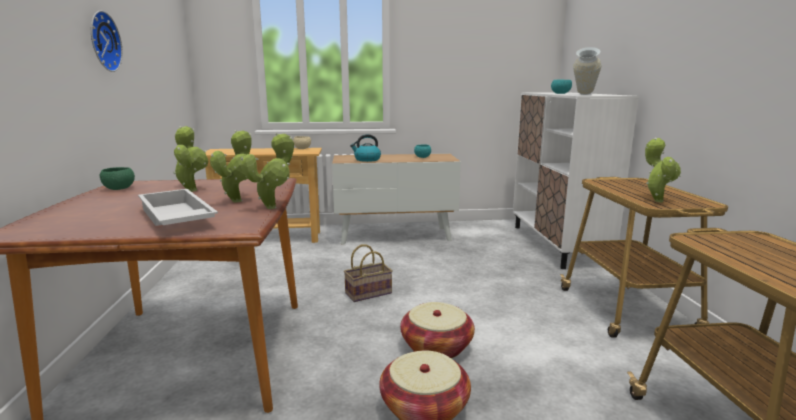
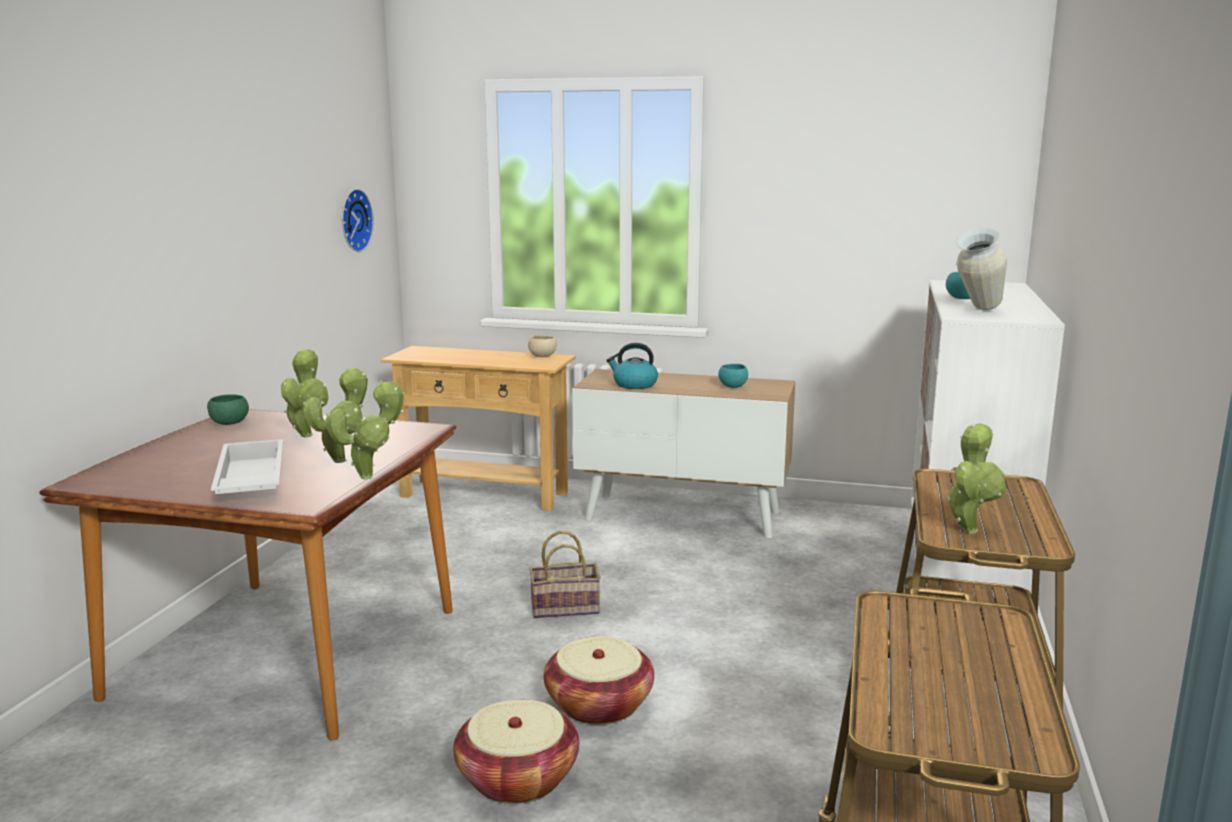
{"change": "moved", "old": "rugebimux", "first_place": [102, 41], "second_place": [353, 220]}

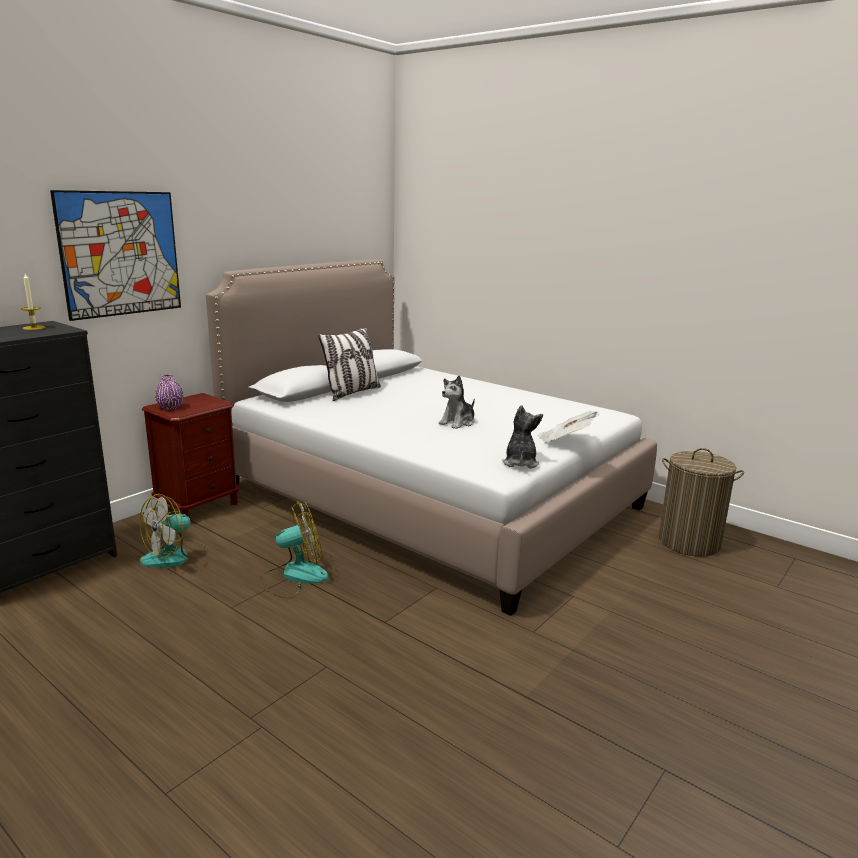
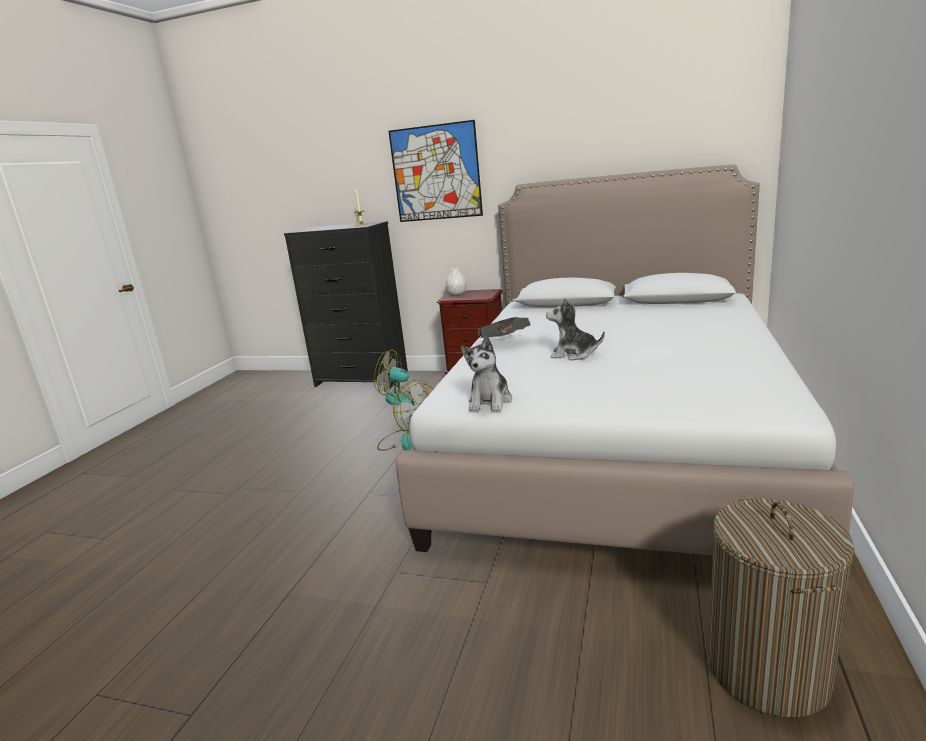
{"change": "removed", "old": "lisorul", "first_place": [352, 393]}
{"change": "recoloured", "old": "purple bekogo", "new": "white bekogo", "first_place": [170, 407], "second_place": [457, 294]}
{"change": "turned", "old": "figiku", "first_place": [520, 462], "second_place": [490, 401], "degrees": 120}
{"change": "moved", "old": "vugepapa", "first_place": [565, 441], "second_place": [504, 343]}

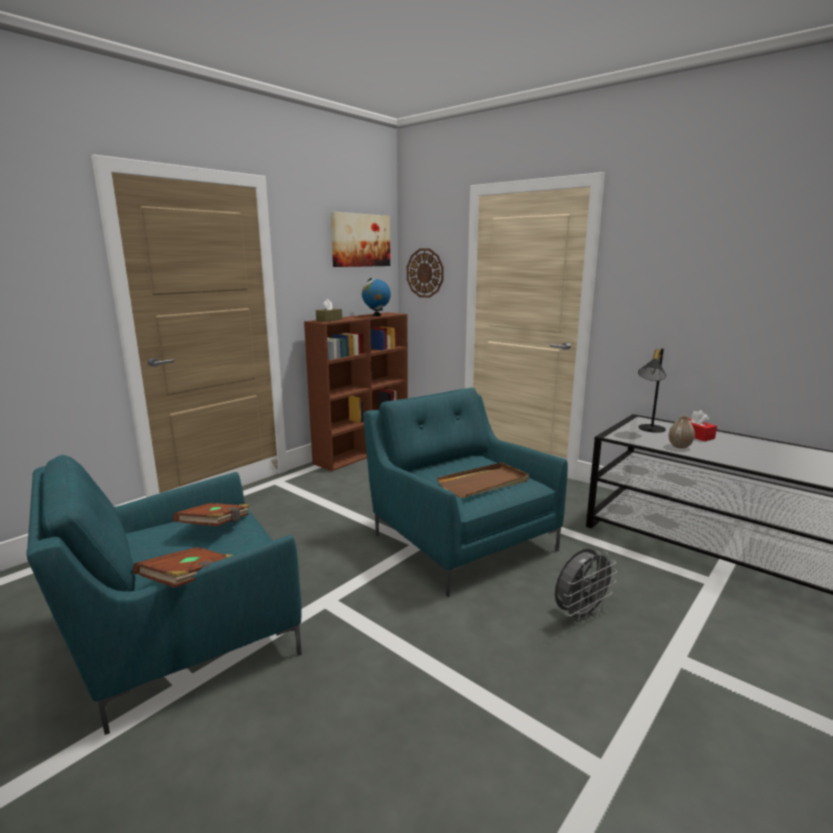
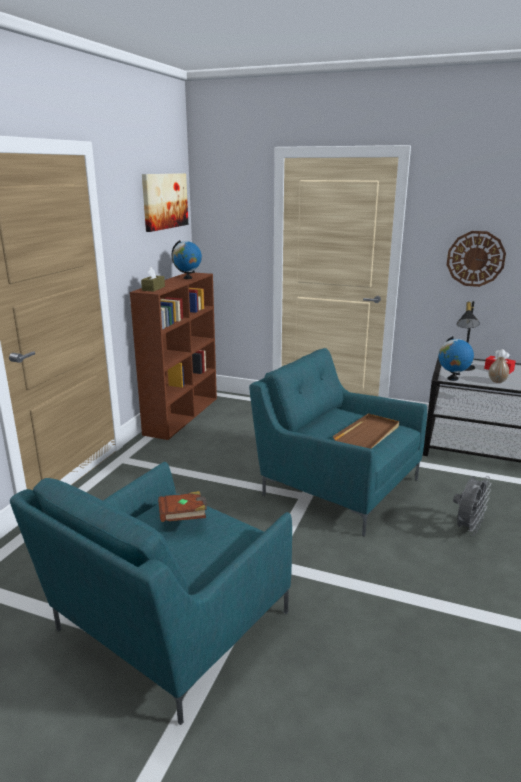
{"change": "moved", "old": "rugebimux", "first_place": [425, 273], "second_place": [475, 258]}
{"change": "removed", "old": "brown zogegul", "first_place": [191, 581]}
{"change": "added", "new": "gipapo", "second_place": [452, 379]}

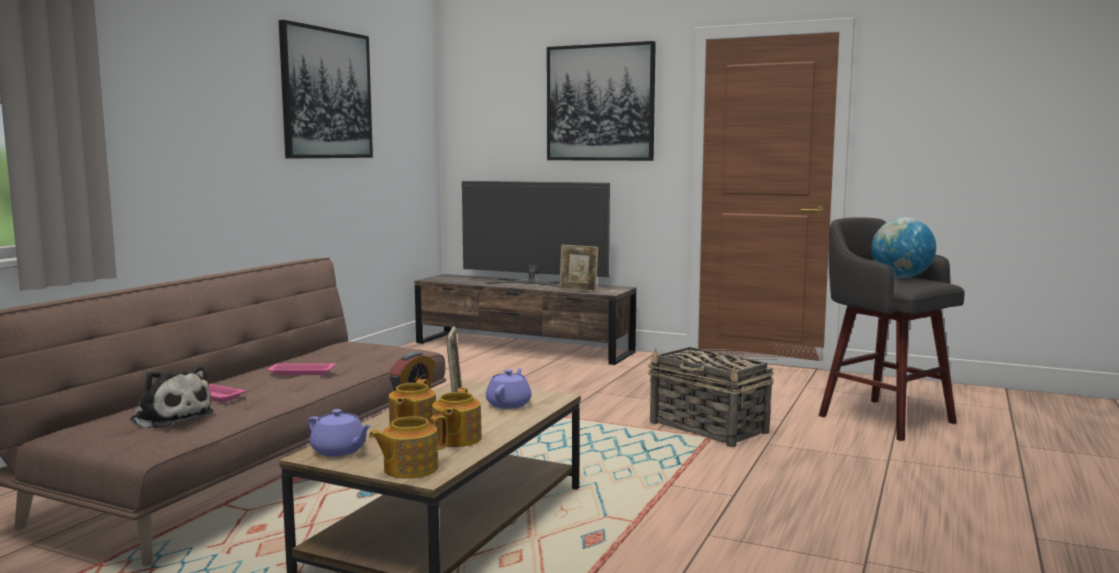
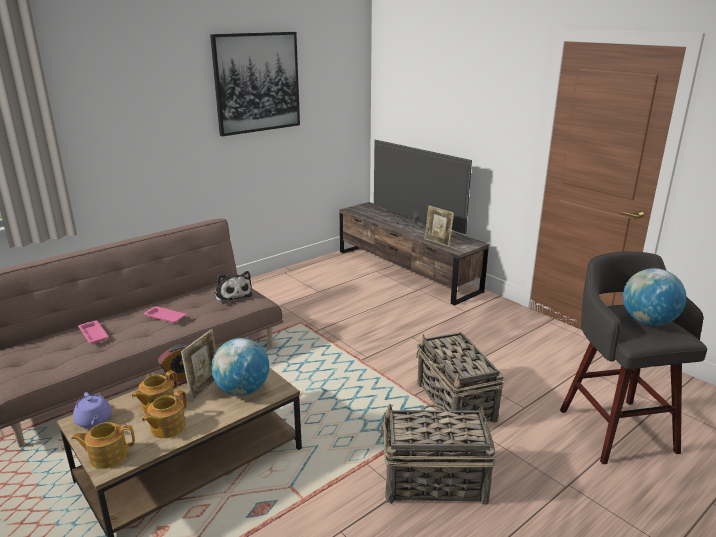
{"change": "removed", "old": "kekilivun", "first_place": [600, 103]}
{"change": "moved", "old": "figiku", "first_place": [170, 417], "second_place": [232, 294]}
{"change": "replaced", "old": "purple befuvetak", "new": "gipapo", "first_place": [509, 404], "second_place": [242, 390]}
{"change": "added", "new": "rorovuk", "second_place": [432, 481]}

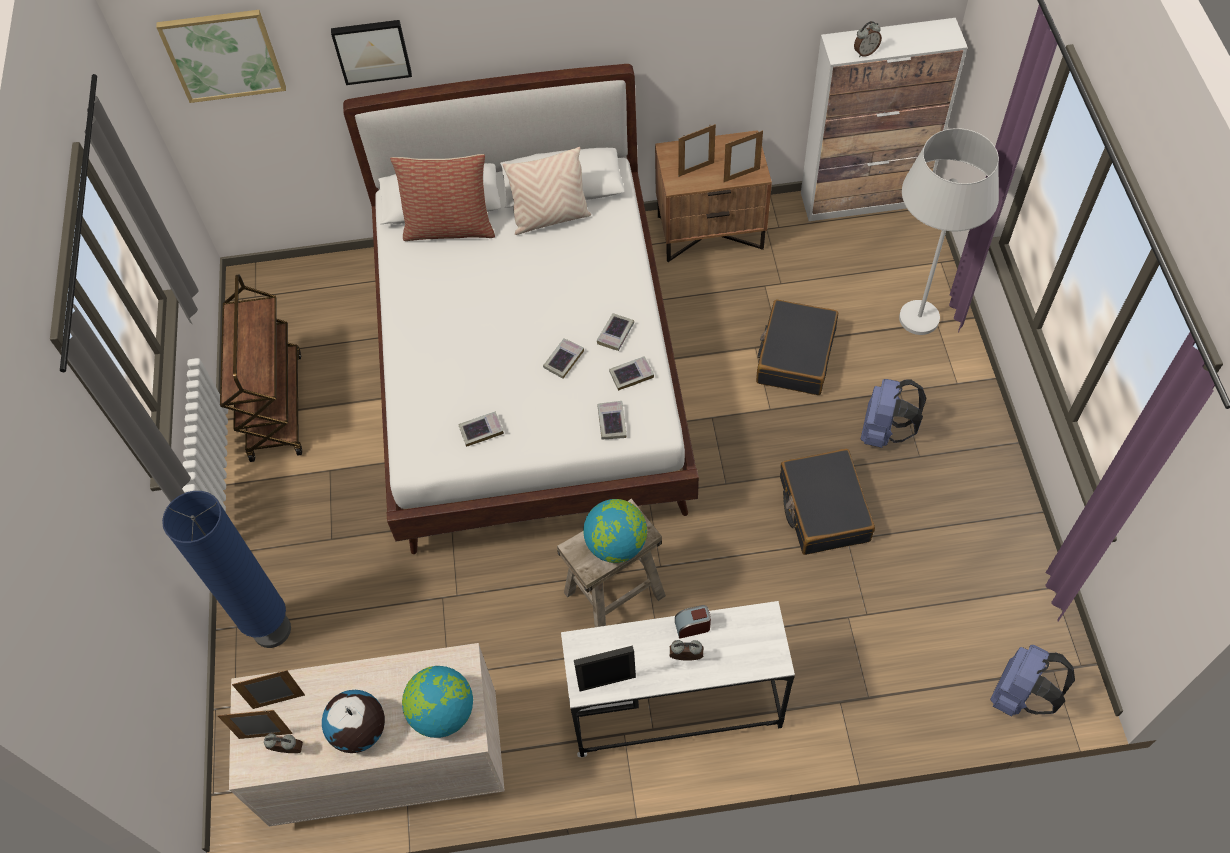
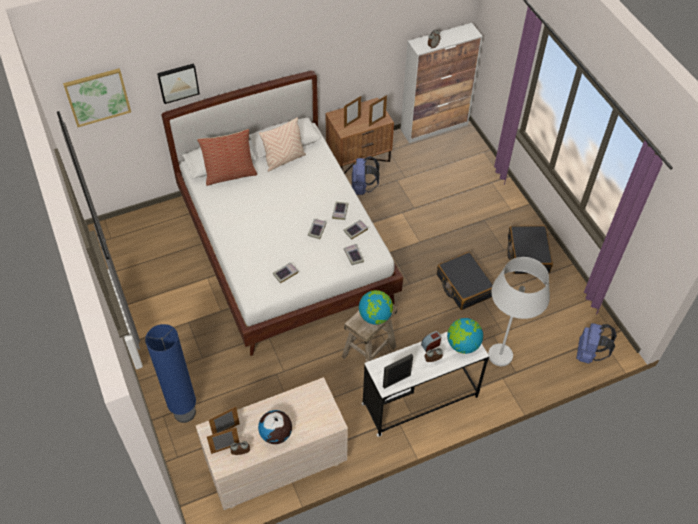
{"change": "moved", "old": "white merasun", "first_place": [911, 335], "second_place": [498, 367]}
{"change": "removed", "old": "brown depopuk", "first_place": [275, 405]}
{"change": "moved", "old": "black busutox", "first_place": [795, 355], "second_place": [527, 255]}
{"change": "moved", "old": "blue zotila", "first_place": [884, 431], "second_place": [362, 188]}
{"change": "moved", "old": "gipapo", "first_place": [442, 712], "second_place": [463, 344]}

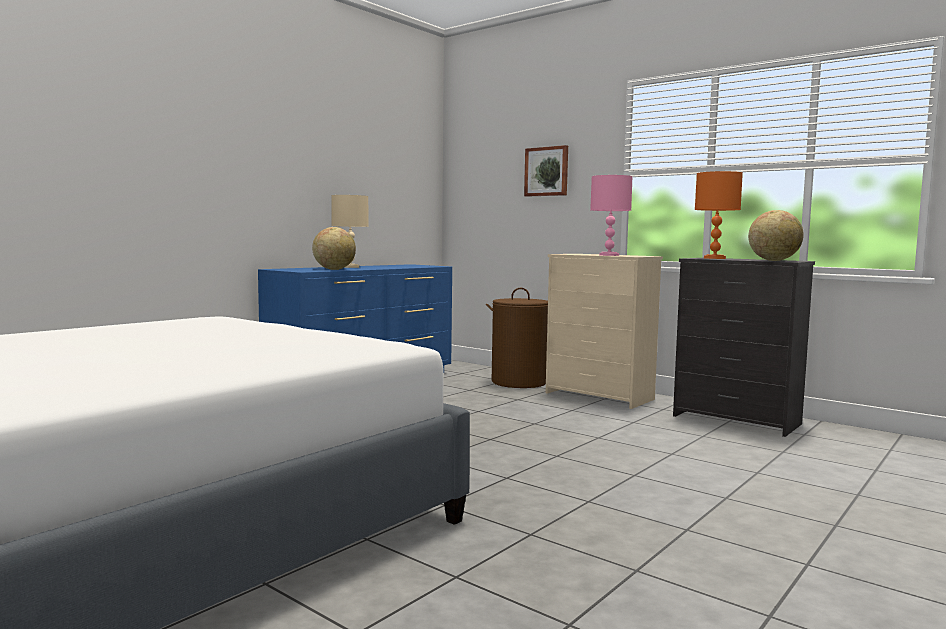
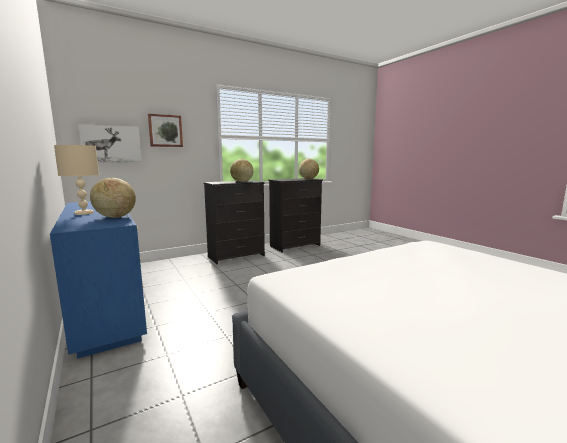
{"change": "removed", "old": "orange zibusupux", "first_place": [714, 258]}
{"change": "replaced", "old": "pink zibusupux", "new": "gipapo", "first_place": [608, 255], "second_place": [242, 182]}
{"change": "recoloured", "old": "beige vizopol", "new": "black vizopol", "first_place": [599, 396], "second_place": [237, 256]}
{"change": "removed", "old": "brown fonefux", "first_place": [519, 382]}
{"change": "added", "new": "kekilivun", "second_place": [111, 144]}

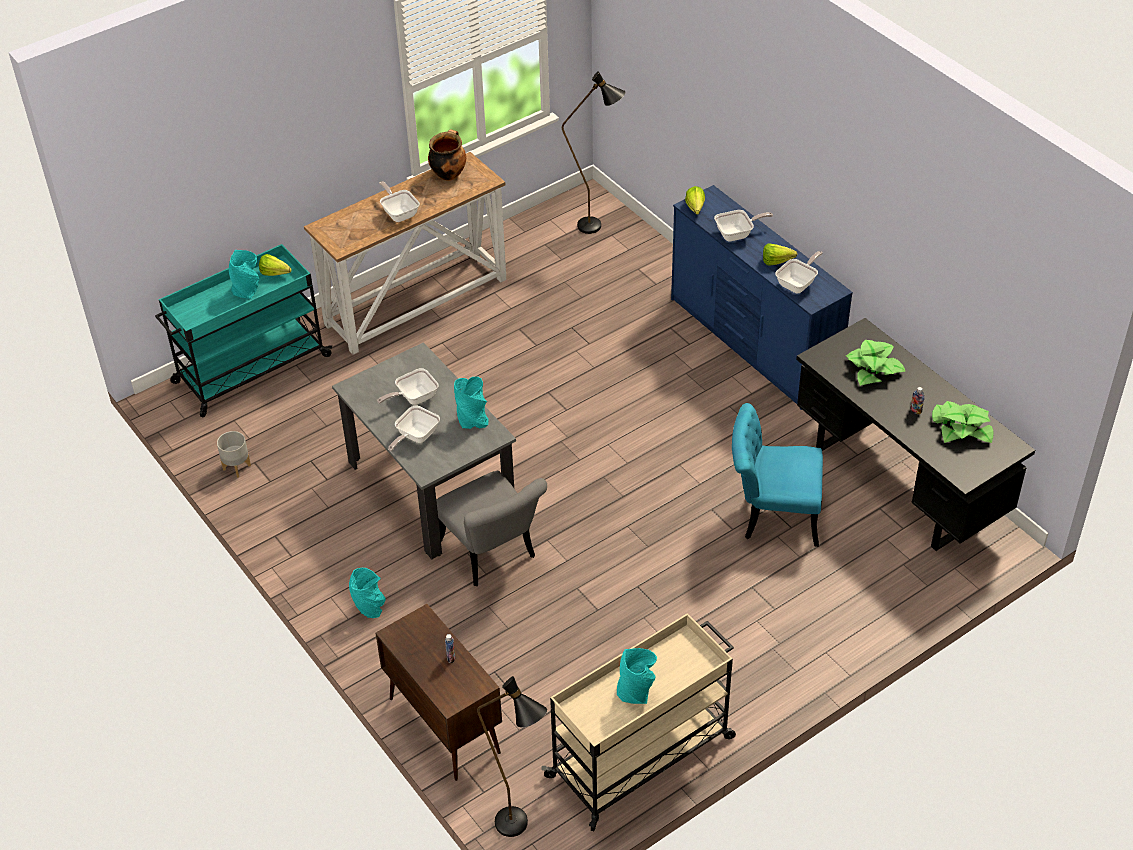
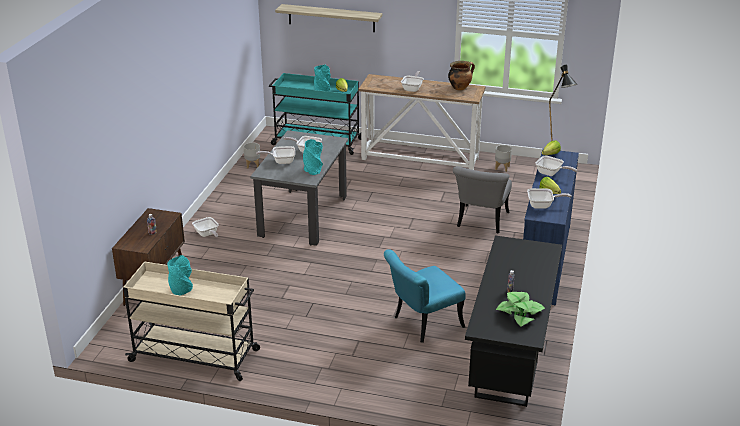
{"change": "removed", "old": "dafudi", "first_place": [874, 368]}
{"change": "turned", "old": "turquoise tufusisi", "first_place": [772, 515], "second_place": [422, 324], "degrees": -90}
{"change": "moved", "old": "grey tufusisi", "first_place": [492, 555], "second_place": [481, 222]}
{"change": "replaced", "old": "turquoise bekogo", "new": "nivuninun", "first_place": [369, 608], "second_place": [207, 234]}
{"change": "removed", "old": "black merasun", "first_place": [520, 829]}
{"change": "added", "new": "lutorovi", "second_place": [331, 18]}
{"change": "added", "new": "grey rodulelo", "second_place": [502, 168]}

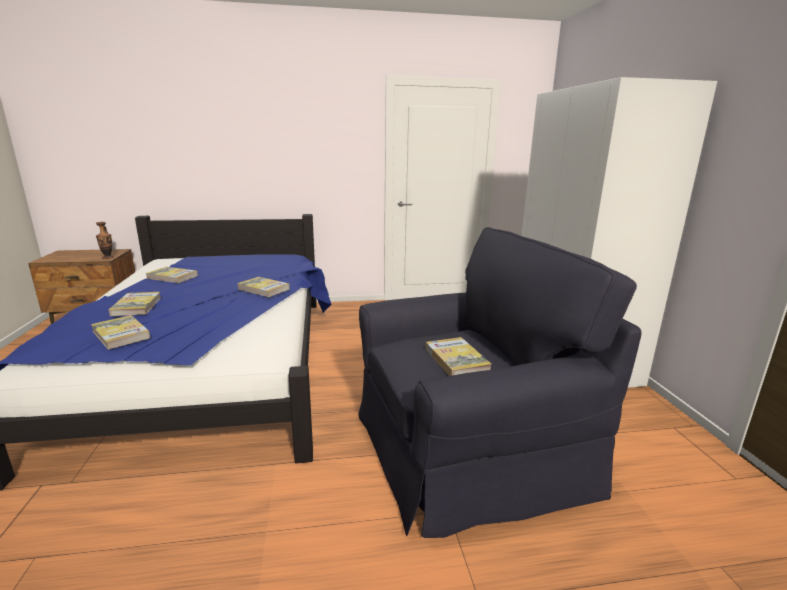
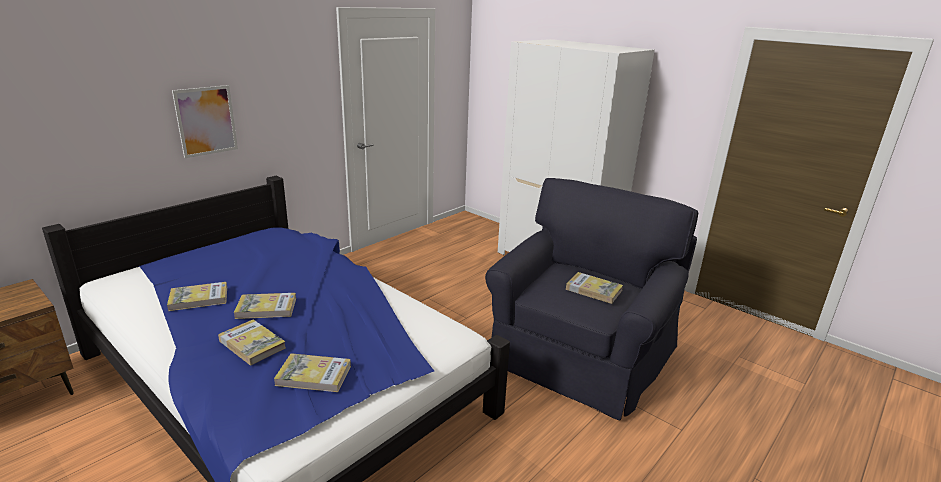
{"change": "removed", "old": "bekogo", "first_place": [108, 257]}
{"change": "moved", "old": "zogegul", "first_place": [263, 289], "second_place": [266, 308]}
{"change": "added", "new": "kekilivun", "second_place": [206, 121]}

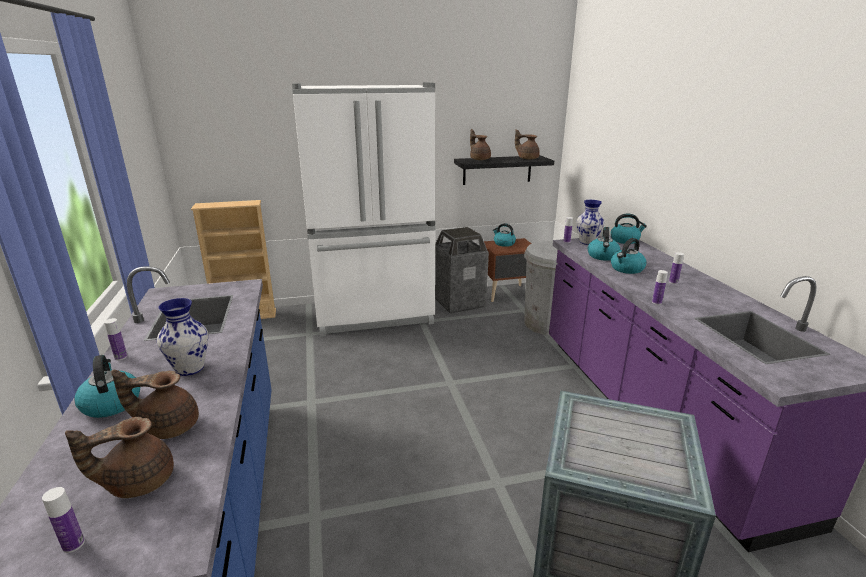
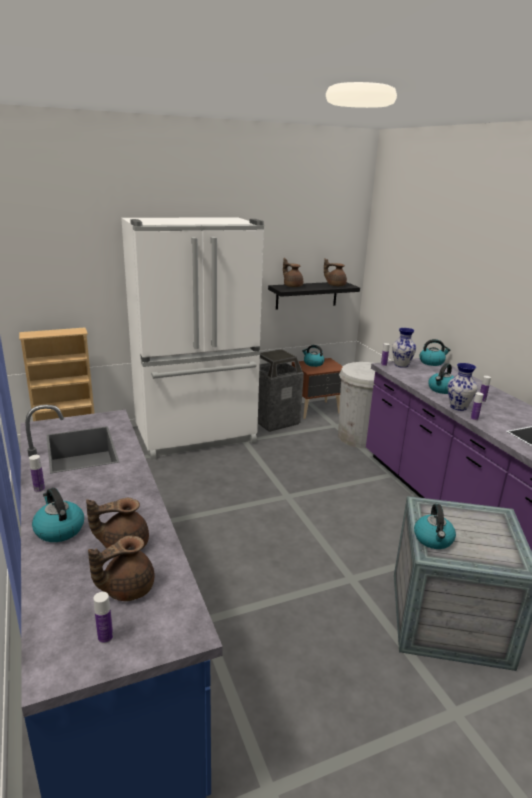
{"change": "moved", "old": "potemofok", "first_place": [603, 256], "second_place": [433, 539]}
{"change": "moved", "old": "bekogo", "first_place": [189, 369], "second_place": [458, 407]}

